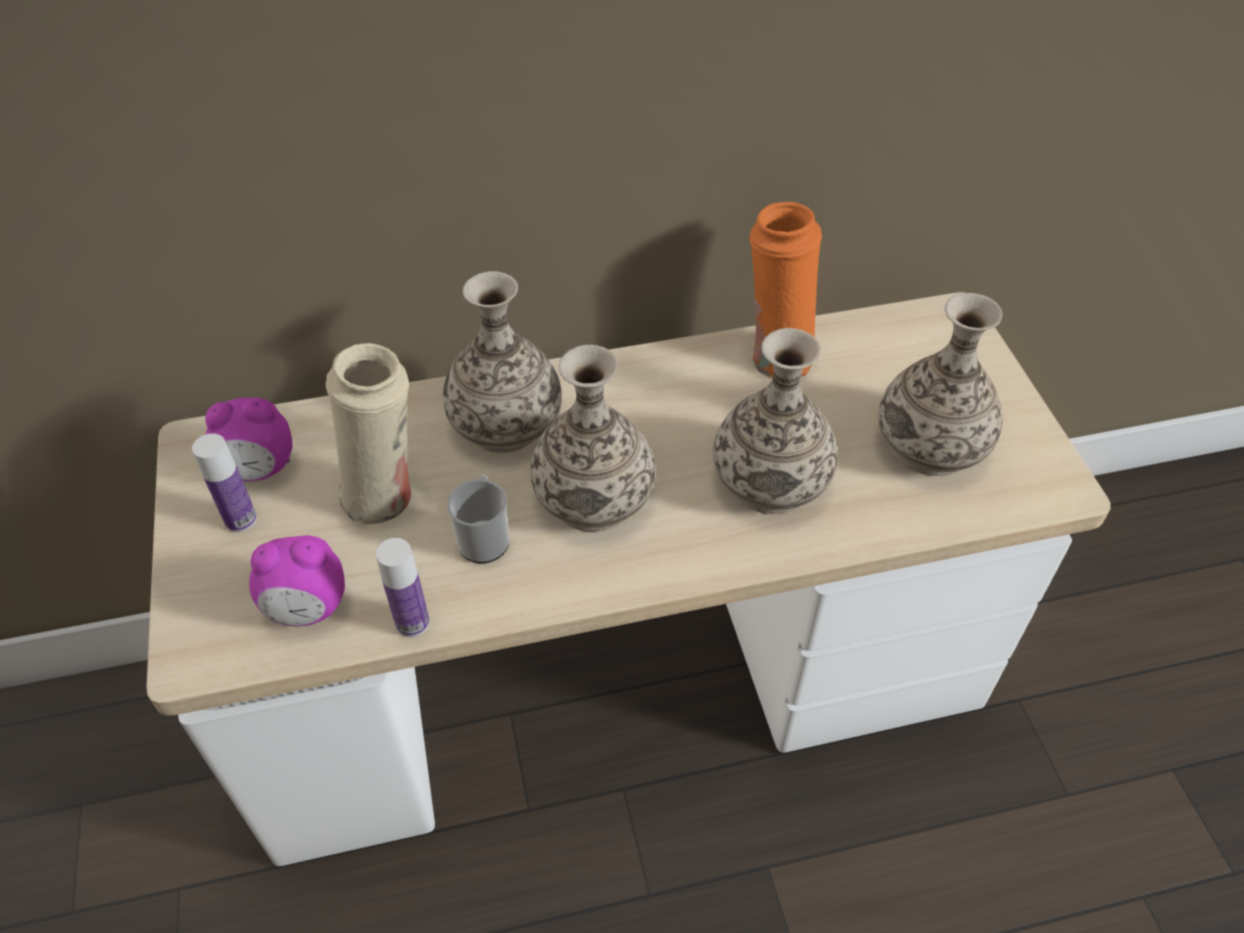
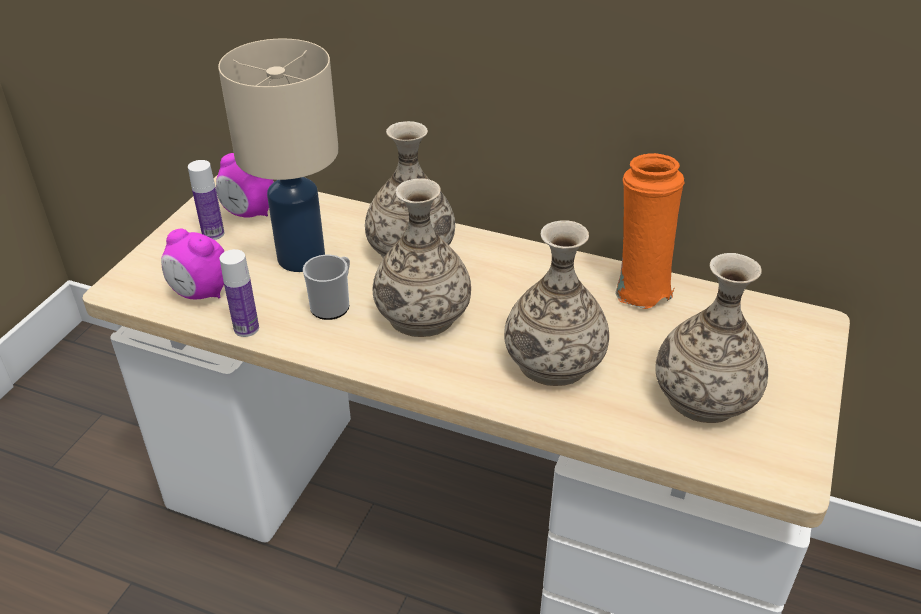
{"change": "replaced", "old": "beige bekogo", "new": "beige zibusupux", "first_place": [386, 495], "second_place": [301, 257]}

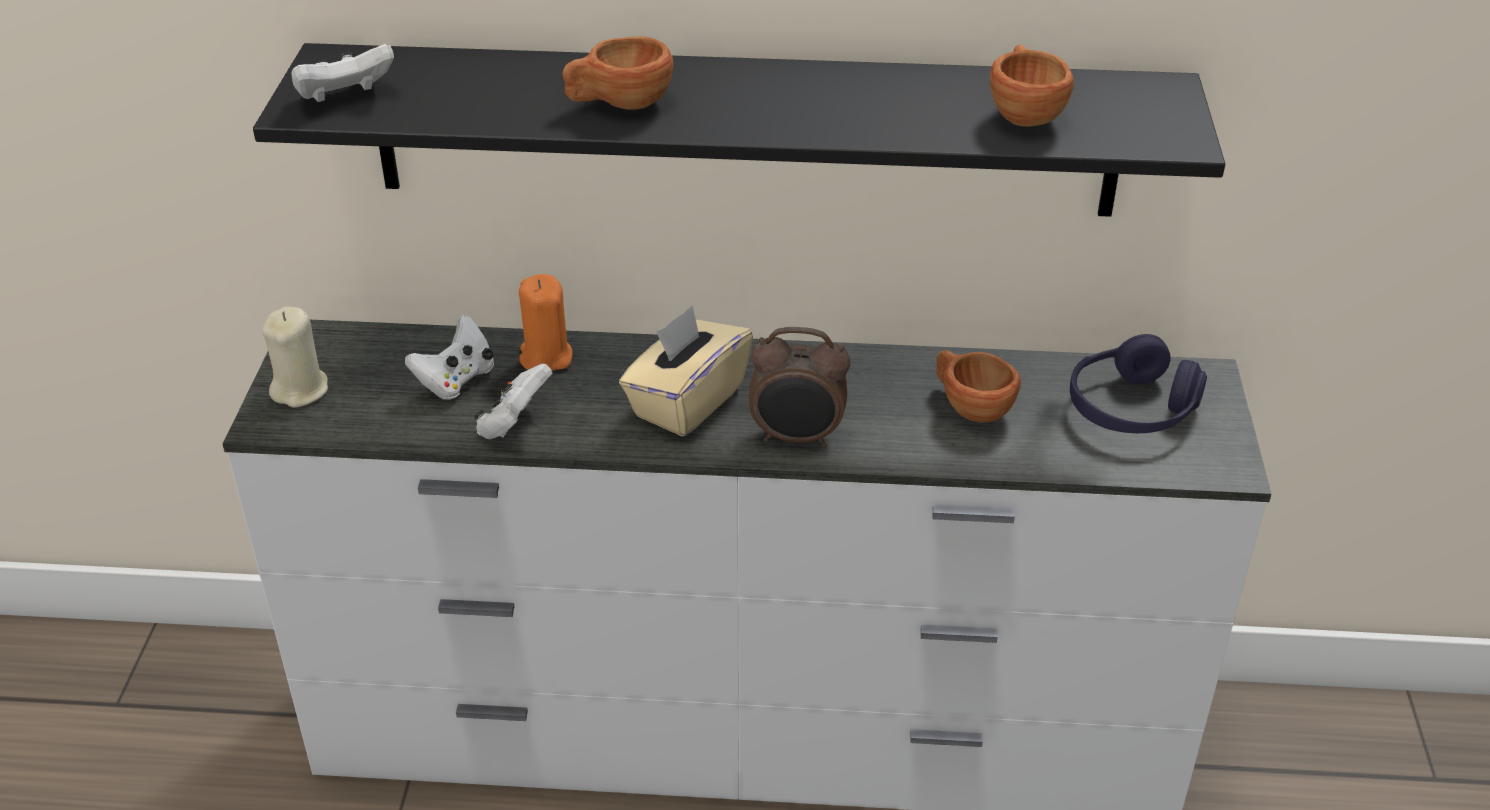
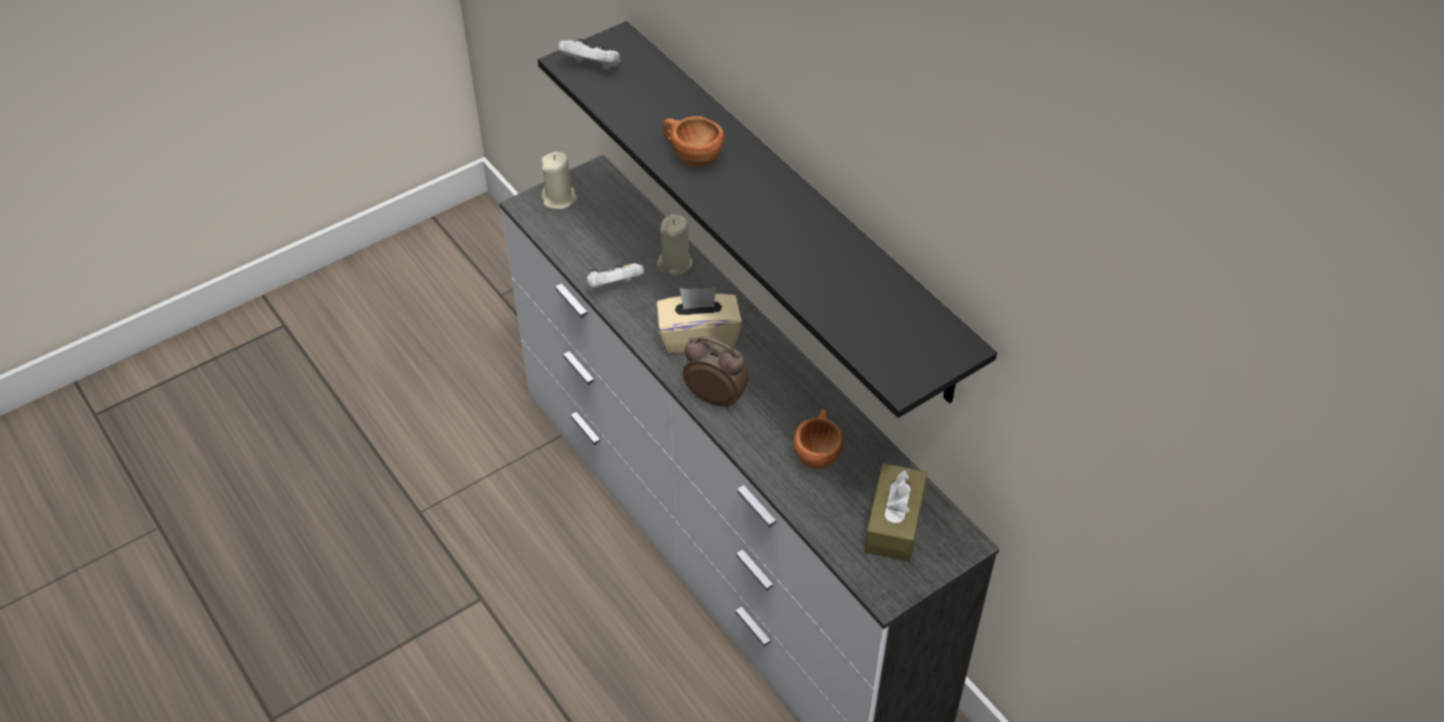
{"change": "removed", "old": "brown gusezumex", "first_place": [1023, 113]}
{"change": "recoloured", "old": "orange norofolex", "new": "beige norofolex", "first_place": [545, 357], "second_place": [675, 263]}
{"change": "removed", "old": "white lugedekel", "first_place": [456, 380]}
{"change": "turned", "old": "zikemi", "first_place": [797, 438], "second_place": [716, 397], "degrees": 150}
{"change": "replaced", "old": "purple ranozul", "new": "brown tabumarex", "first_place": [1131, 408], "second_place": [894, 522]}

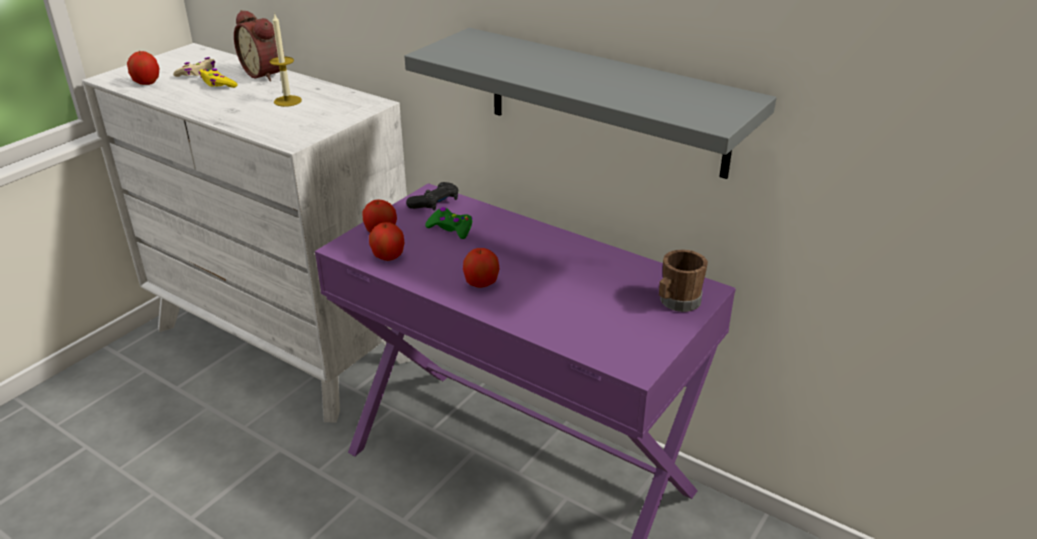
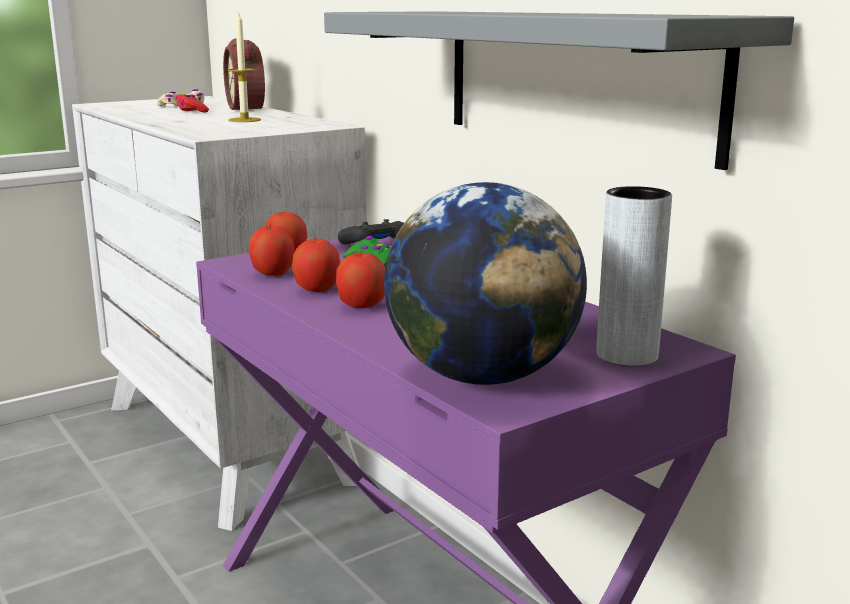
{"change": "moved", "old": "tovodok", "first_place": [147, 83], "second_place": [317, 289]}
{"change": "recoloured", "old": "yellow lugedekel", "new": "red lugedekel", "first_place": [218, 84], "second_place": [192, 110]}
{"change": "replaced", "old": "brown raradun", "new": "grey bekogo", "first_place": [677, 302], "second_place": [627, 355]}
{"change": "added", "new": "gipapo", "second_place": [483, 376]}

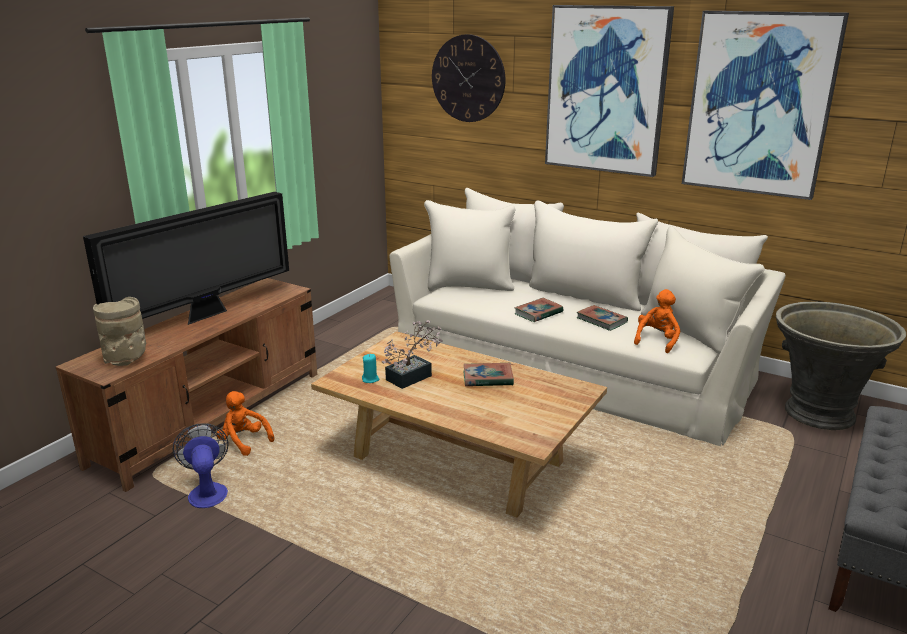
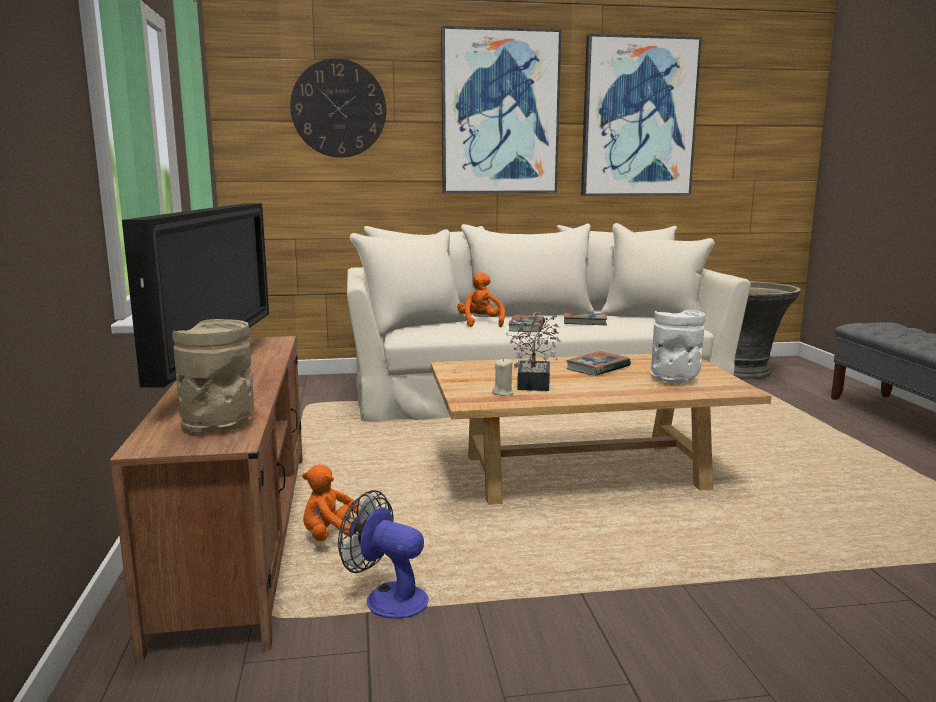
{"change": "moved", "old": "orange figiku", "first_place": [657, 340], "second_place": [480, 323]}
{"change": "recoloured", "old": "turquoise norofolex", "new": "beige norofolex", "first_place": [370, 379], "second_place": [503, 393]}
{"change": "added", "new": "white bekogo", "second_place": [675, 380]}

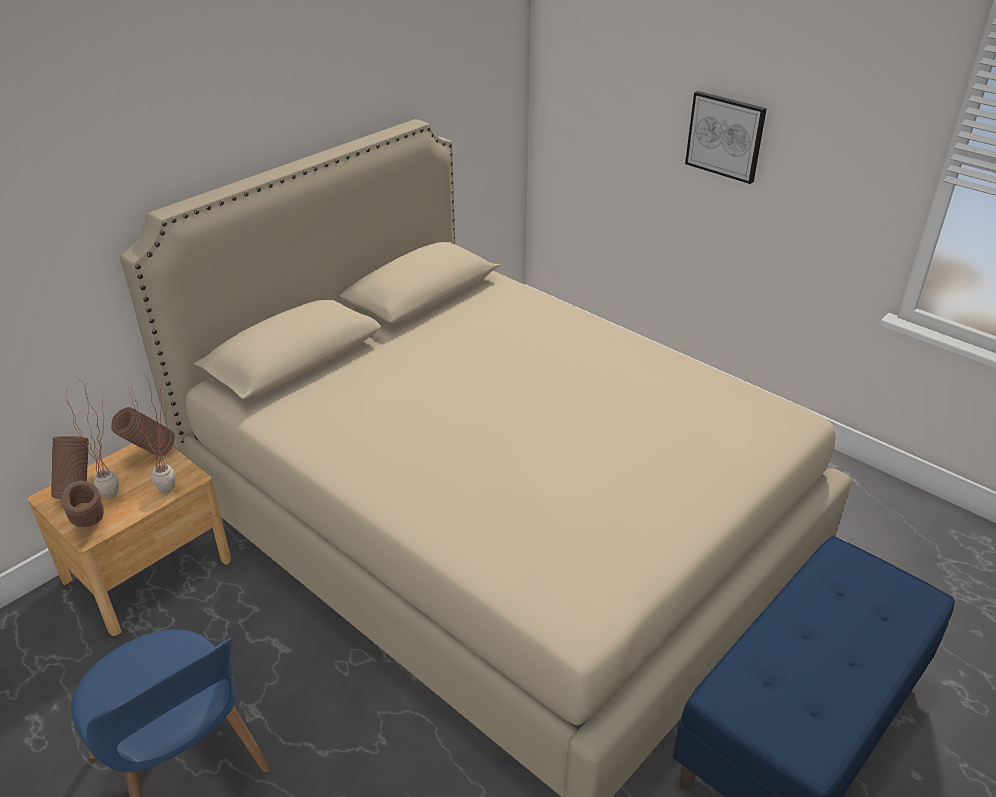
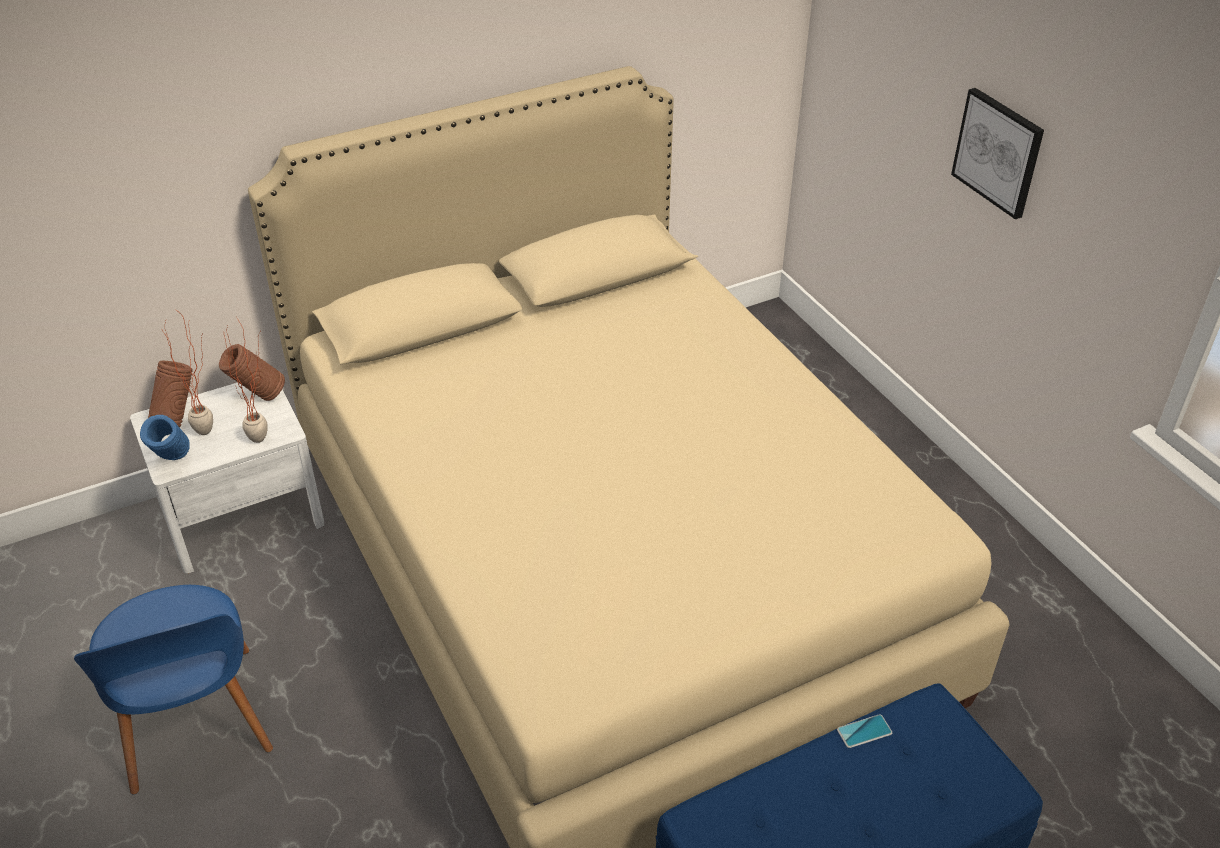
{"change": "recoloured", "old": "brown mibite", "new": "white mibite", "first_place": [147, 570], "second_place": [241, 514]}
{"change": "recoloured", "old": "brown bekogo", "new": "blue bekogo", "first_place": [92, 529], "second_place": [173, 463]}
{"change": "added", "new": "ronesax", "second_place": [864, 731]}

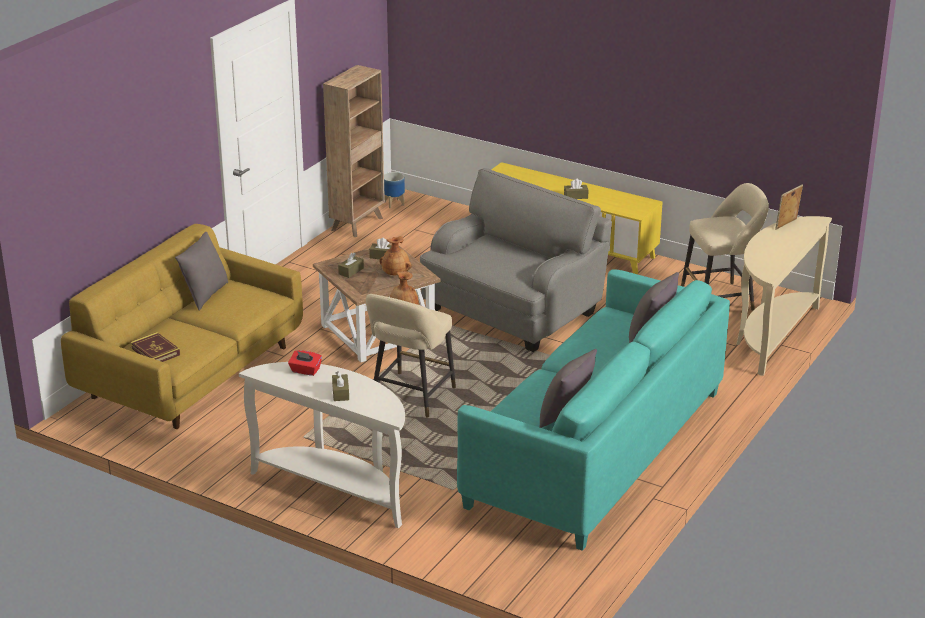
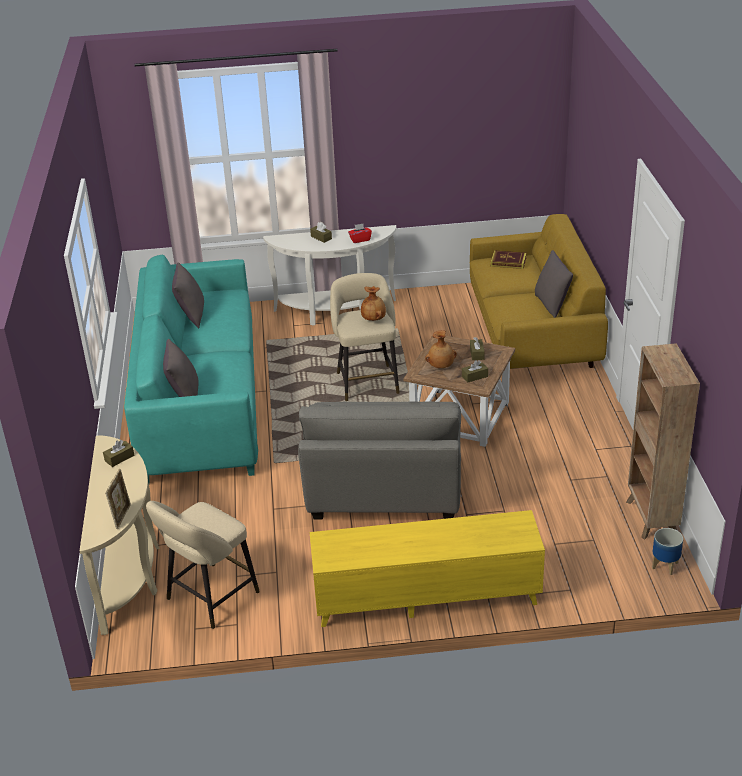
{"change": "moved", "old": "brown tabumarex", "first_place": [576, 196], "second_place": [119, 458]}

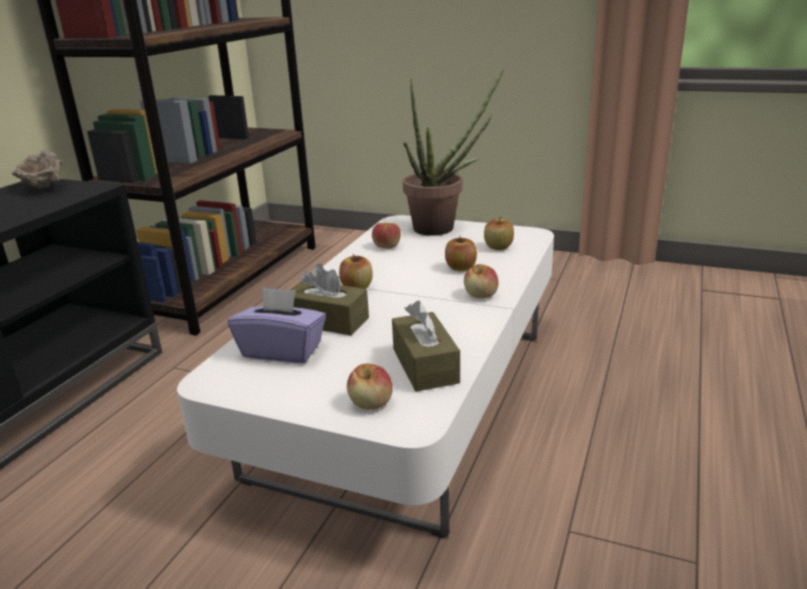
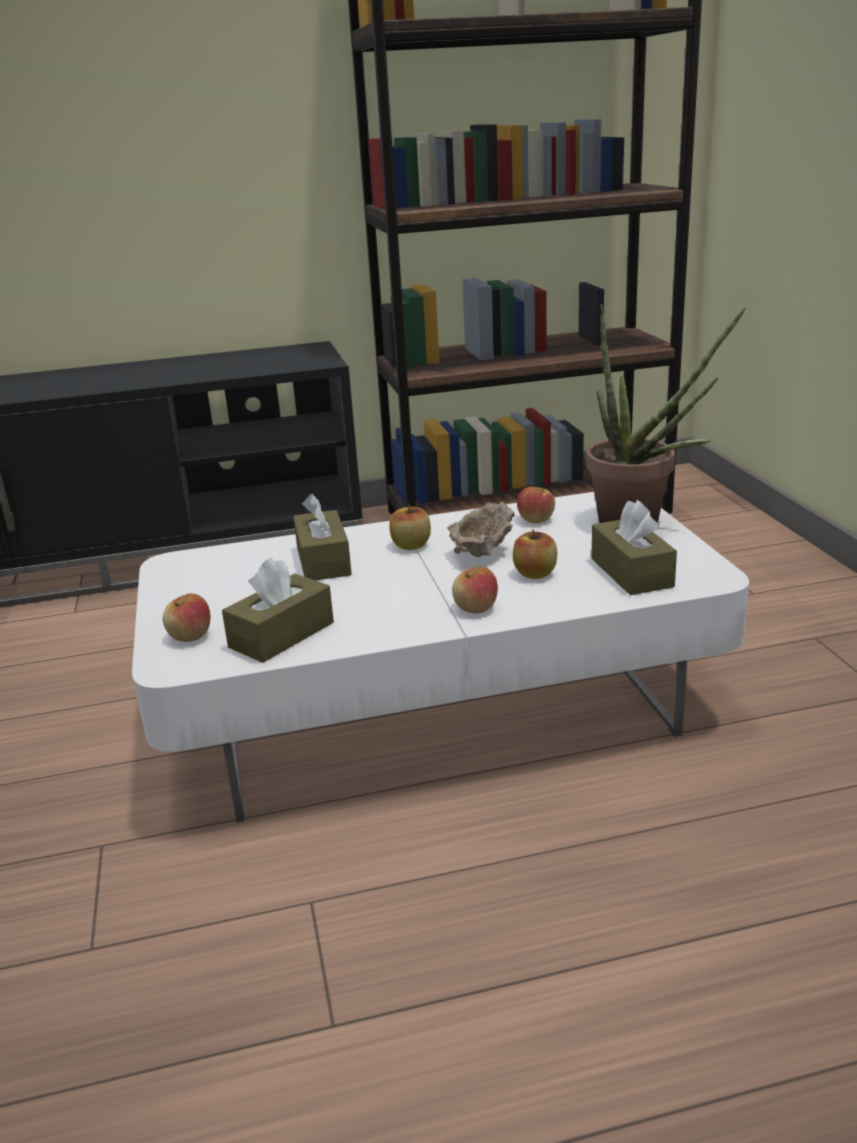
{"change": "moved", "old": "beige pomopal", "first_place": [43, 188], "second_place": [480, 553]}
{"change": "replaced", "old": "tovodok", "new": "brown tabumarex", "first_place": [498, 247], "second_place": [631, 572]}
{"change": "removed", "old": "purple tabumarex", "first_place": [282, 350]}

